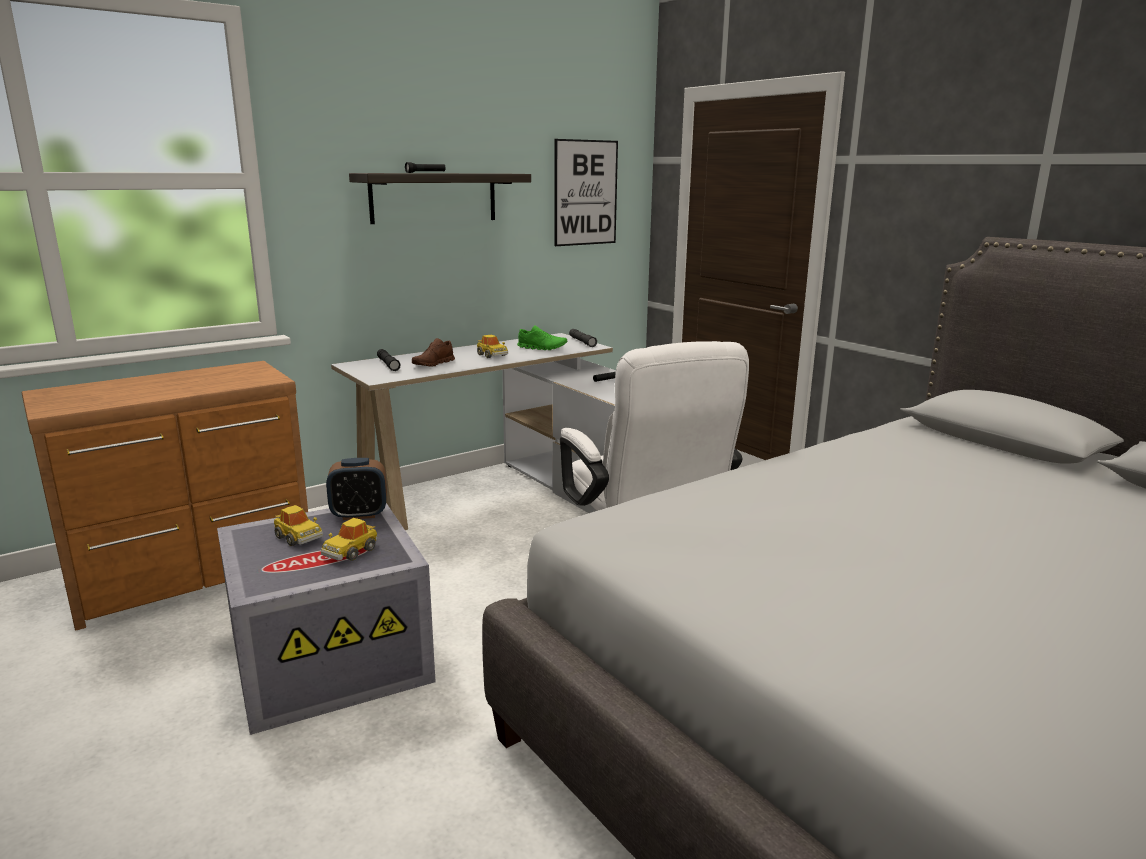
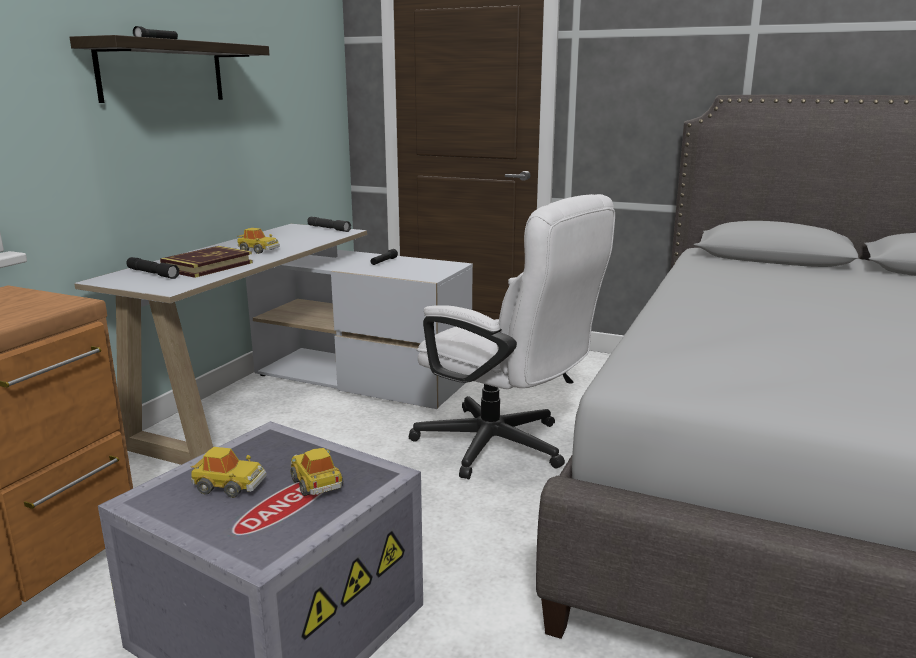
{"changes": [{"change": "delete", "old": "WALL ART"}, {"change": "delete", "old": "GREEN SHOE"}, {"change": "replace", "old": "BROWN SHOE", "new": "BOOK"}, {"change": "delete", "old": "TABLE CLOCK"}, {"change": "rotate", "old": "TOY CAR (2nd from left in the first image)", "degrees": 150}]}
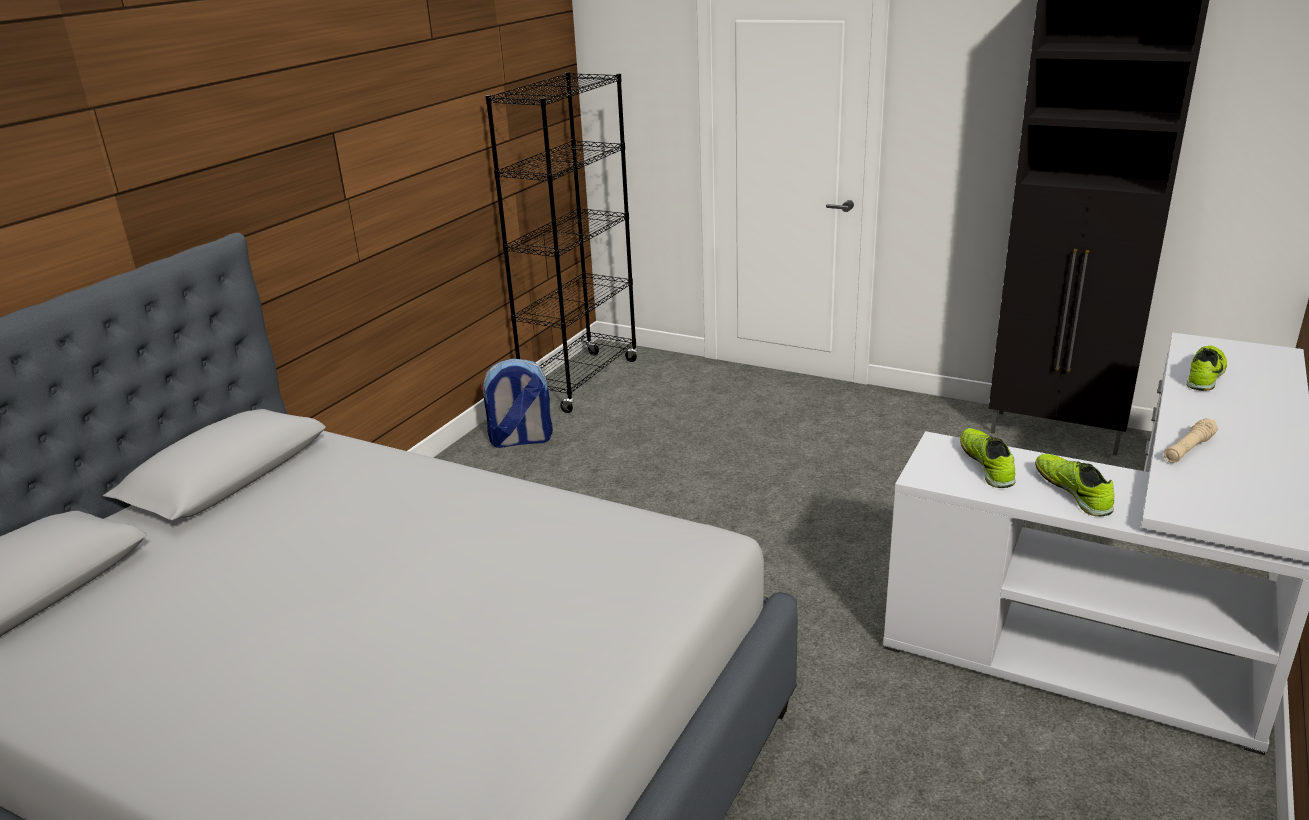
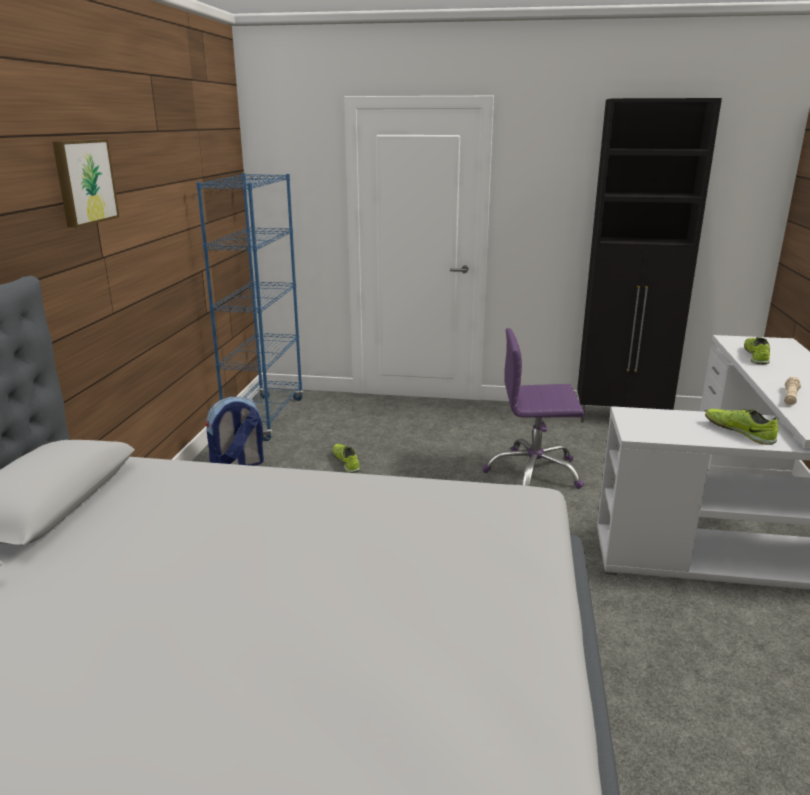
{"changes": [{"change": "recolor", "old": "BLACKISH SHELVING UNIT", "new": "BLUISH SHELVING UNIT"}, {"change": "move", "old": "SHOE (1st from left)"}, {"change": "insert", "new": "WALL ART"}, {"change": "insert", "new": "PURPLISH OFFICE CHAIR"}]}
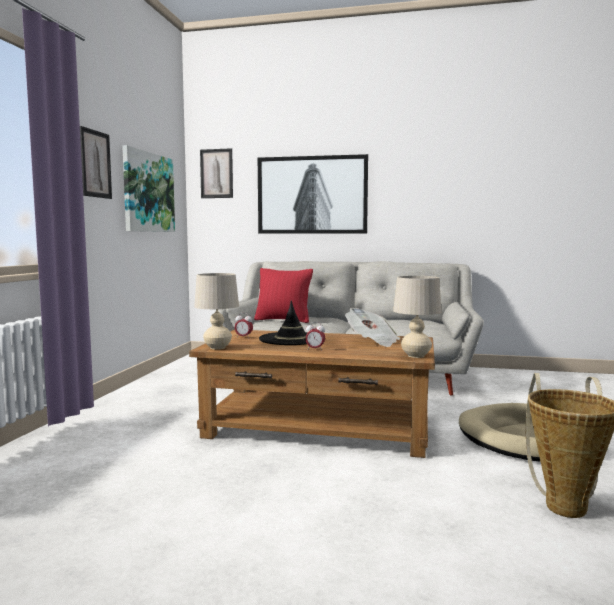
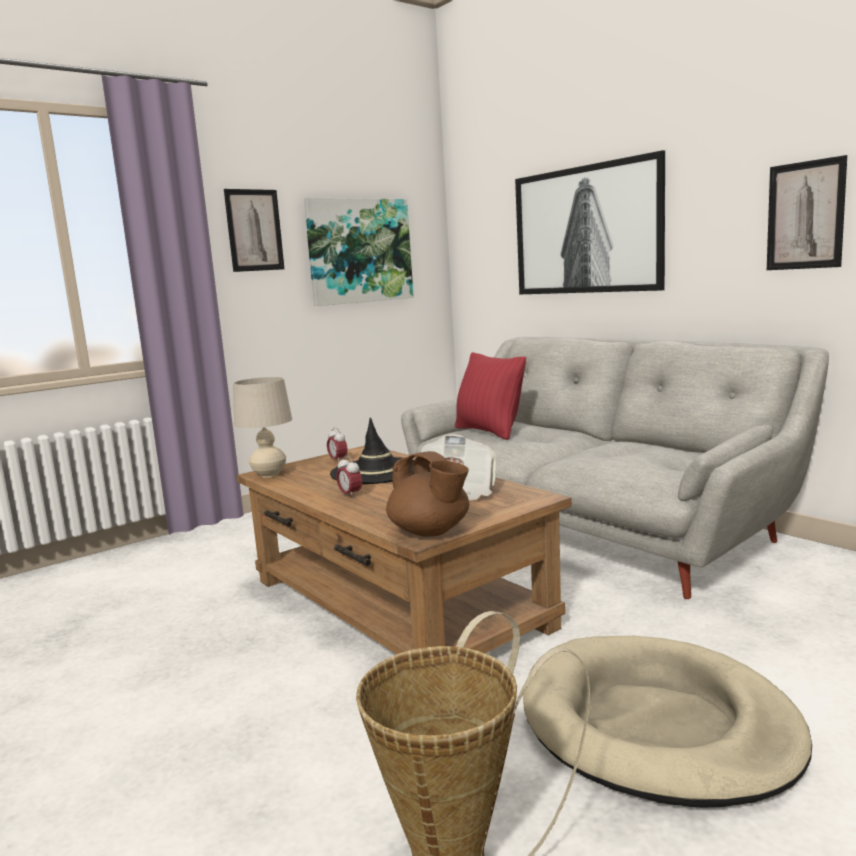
{"changes": [{"change": "move", "old": "WALL ART (3rd from left in the first image)", "new": "WALL ART (4th from left)"}, {"change": "replace", "old": "BEIGE LAMP FOR A TABLE (2nd from left)", "new": "BROWN POT FOR TEA"}]}
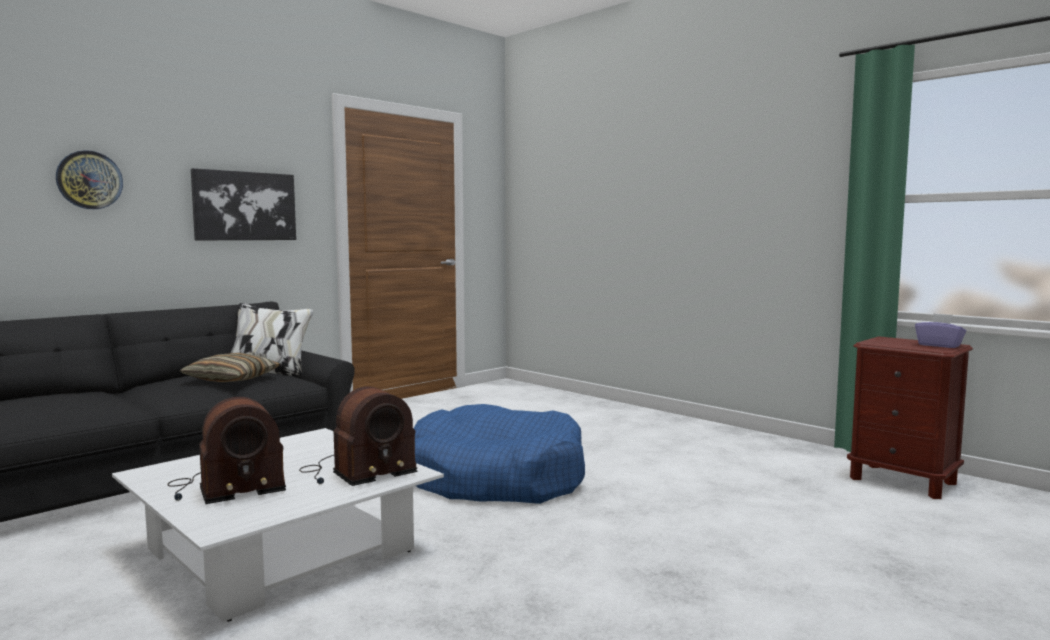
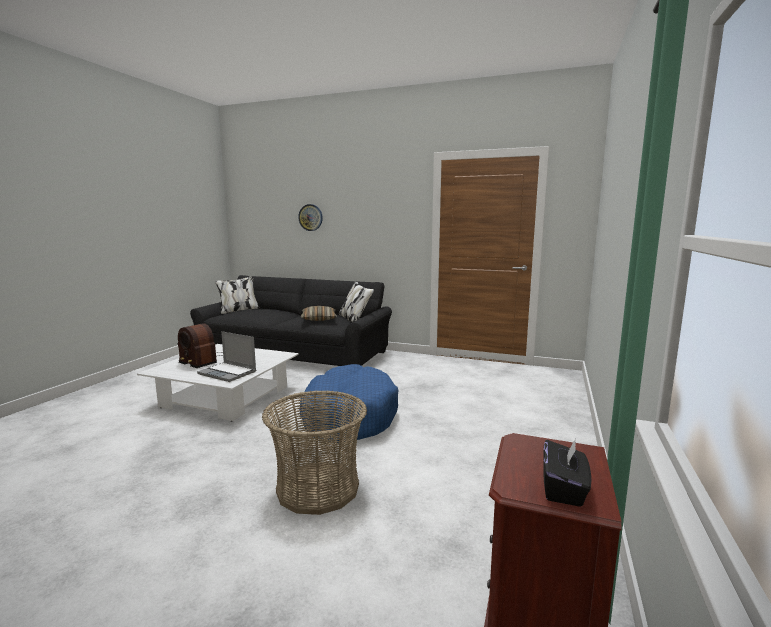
{"changes": [{"change": "delete", "old": "WALL ART"}, {"change": "recolor", "old": "PURPLISH TISSUE HOLDER", "new": "BLACKISH TISSUE HOLDER"}, {"change": "replace", "old": "RADIO (2nd from left)", "new": "LAPTOP"}, {"change": "insert", "new": "HOUSEHOLD BASKET"}]}
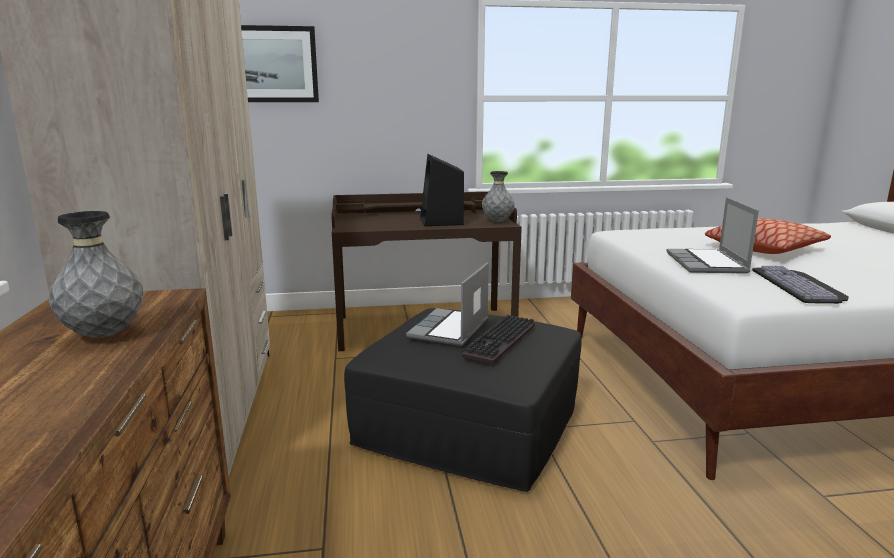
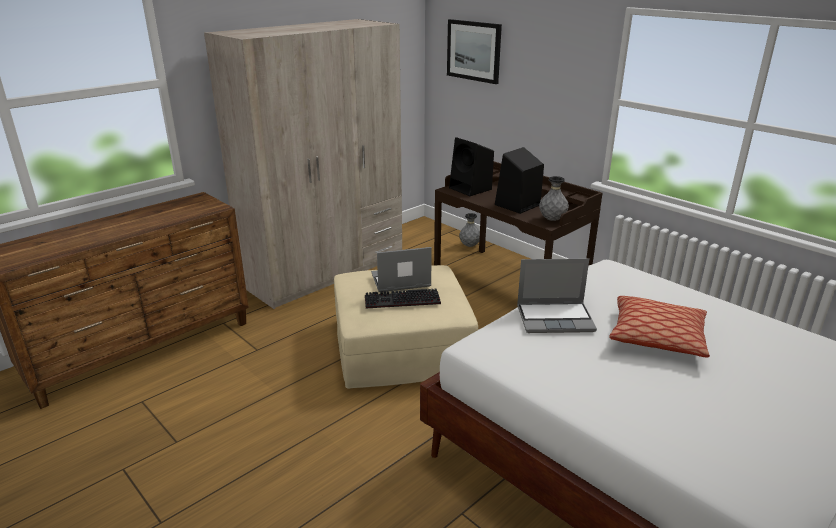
{"changes": [{"change": "rotate", "old": "LAPTOP (2nd from left)", "degrees": -150}, {"change": "move", "old": "GREYISH VASE (1st from left)"}, {"change": "delete", "old": "KEYBOARD (2nd from left)"}, {"change": "recolor", "old": "BLACKISH POUFFE", "new": "BEIGE POUFFE"}, {"change": "insert", "new": "BLACKISH AUDIO SPEAKER (1st from left)"}]}
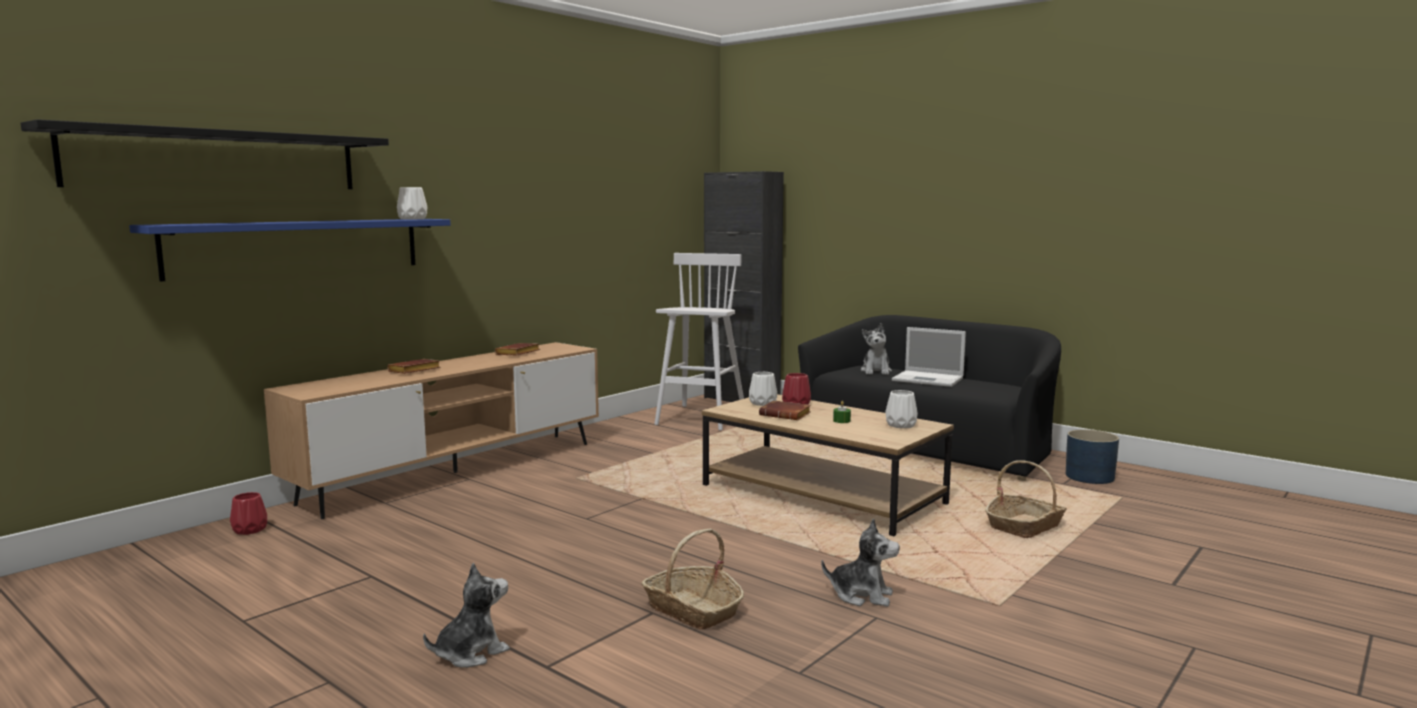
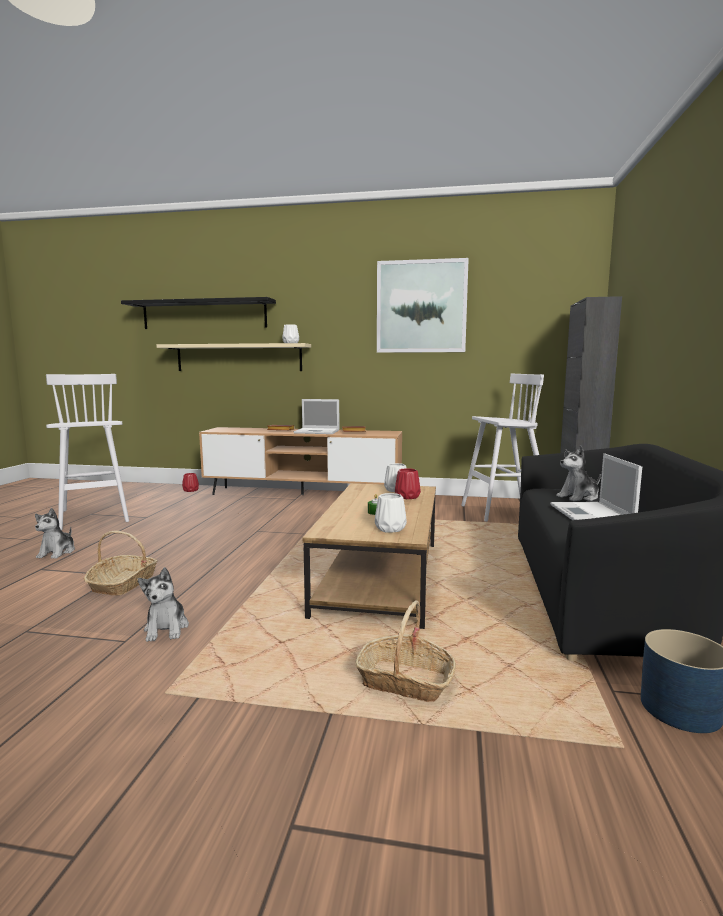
{"changes": [{"change": "recolor", "old": "BLUISH BRACKET SHELF", "new": "BEIGE BRACKET SHELF"}, {"change": "delete", "old": "BROWN BOOK (3rd from left)"}, {"change": "rotate", "old": "SOFT TOY (1st from left)", "degrees": 75}, {"change": "insert", "new": "WALL ART"}, {"change": "insert", "new": "WHITE-COLOURED SITTING STOOL (1st from left)"}, {"change": "insert", "new": "LAPTOP (1st from left)"}]}
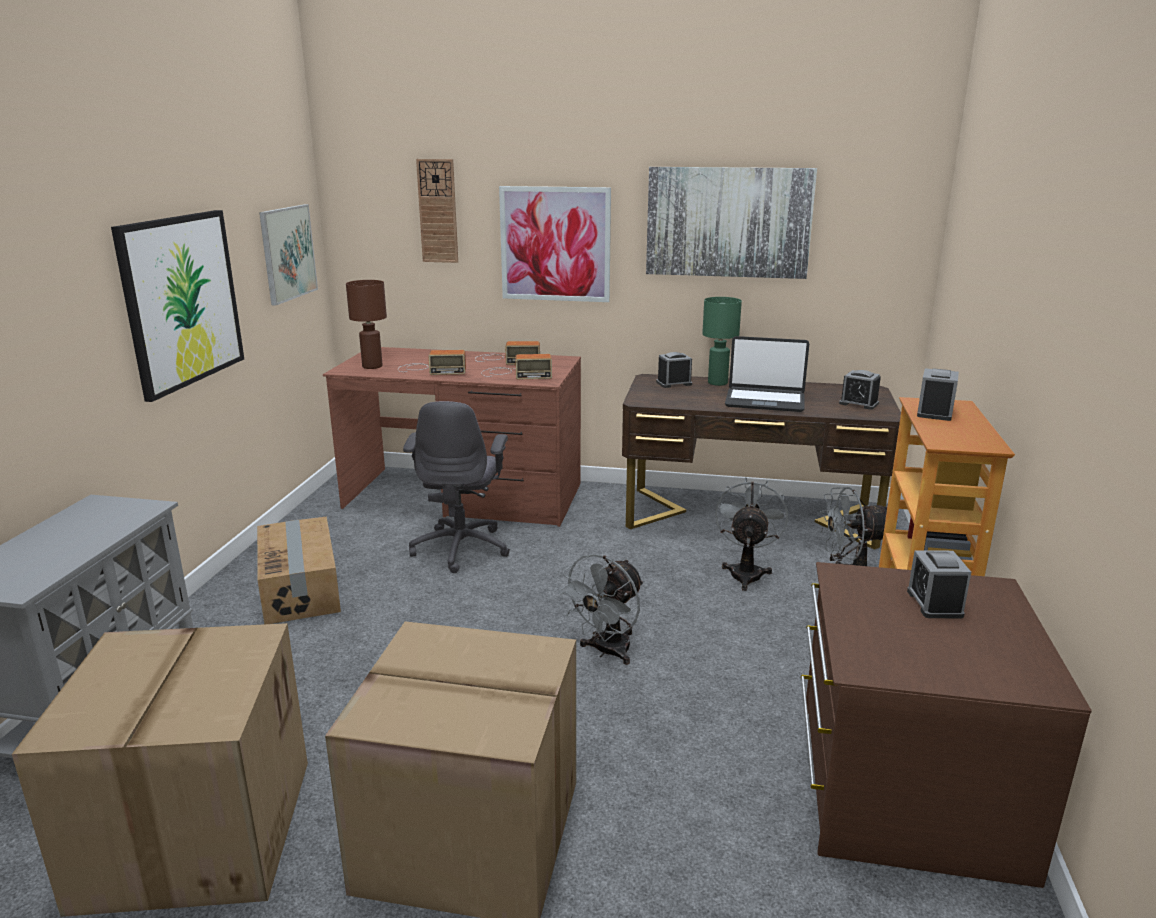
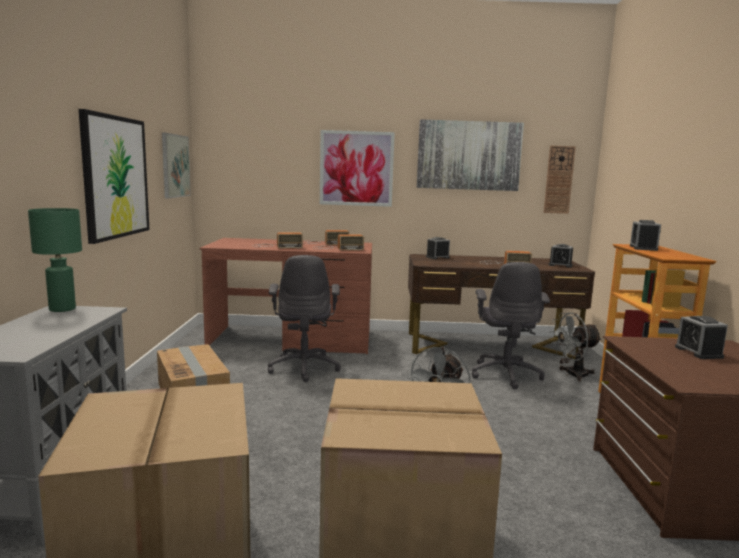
{"changes": [{"change": "move", "old": "CLOCK ON THE WALL"}, {"change": "delete", "old": "BROWN LAMP FOR A TABLE"}, {"change": "move", "old": "GREEN LAMP FOR A TABLE"}, {"change": "replace", "old": "LAPTOP", "new": "RADIO (4th from left)"}, {"change": "replace", "old": "GREYISH FAN (2nd from left)", "new": "GREYISH OFFICE CHAIR (2nd from left)"}]}
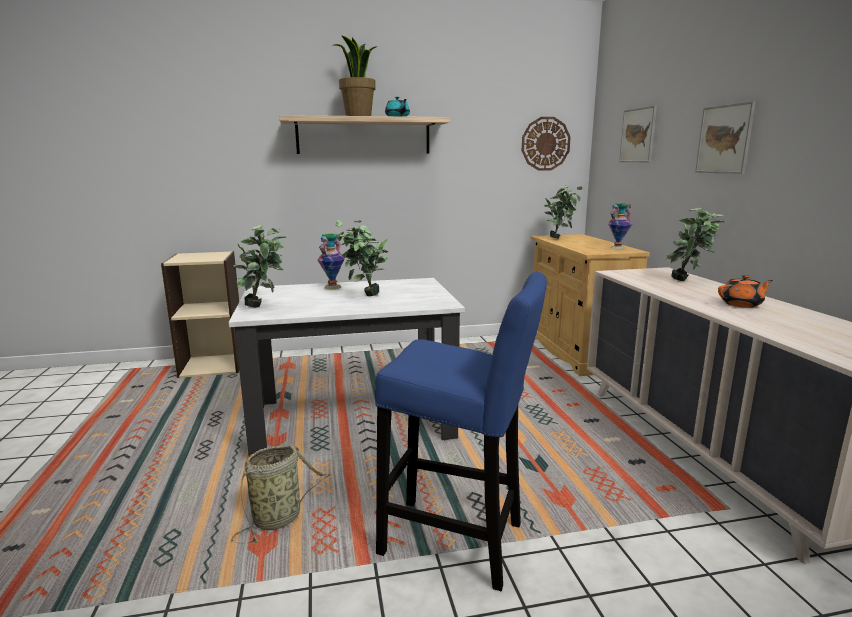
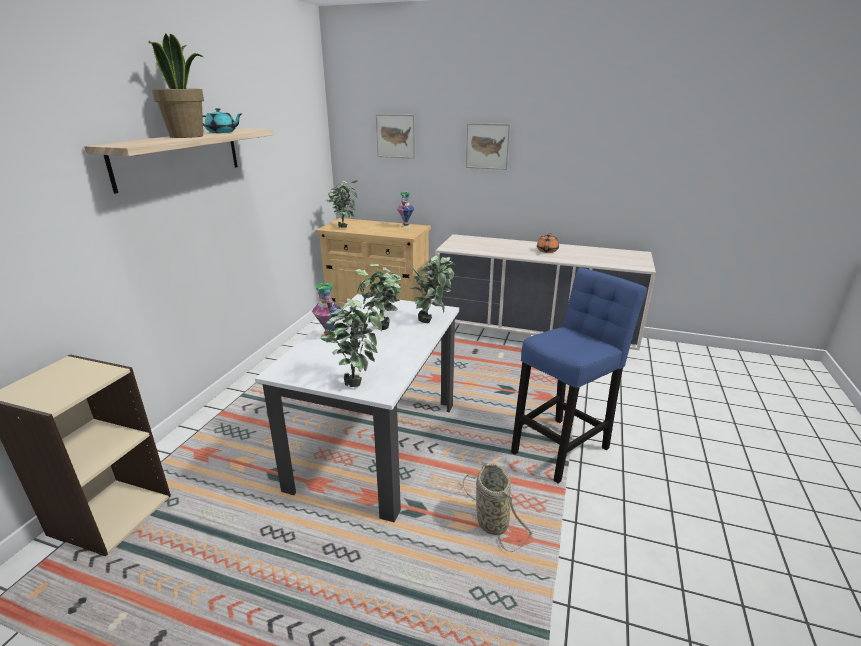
{"changes": [{"change": "delete", "old": "CLOCK ON THE WALL"}, {"change": "move", "old": "HOUSEPLANT (5th from left)"}]}
